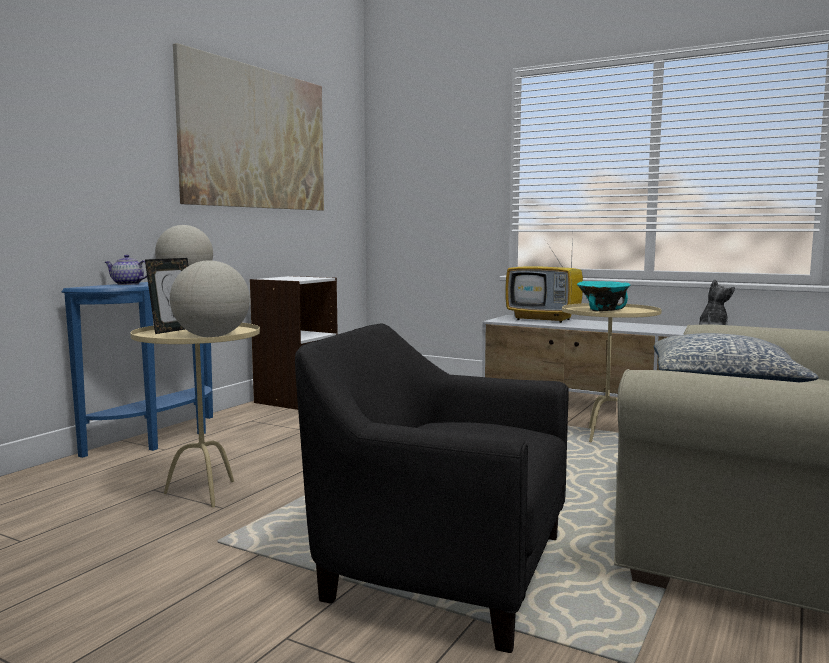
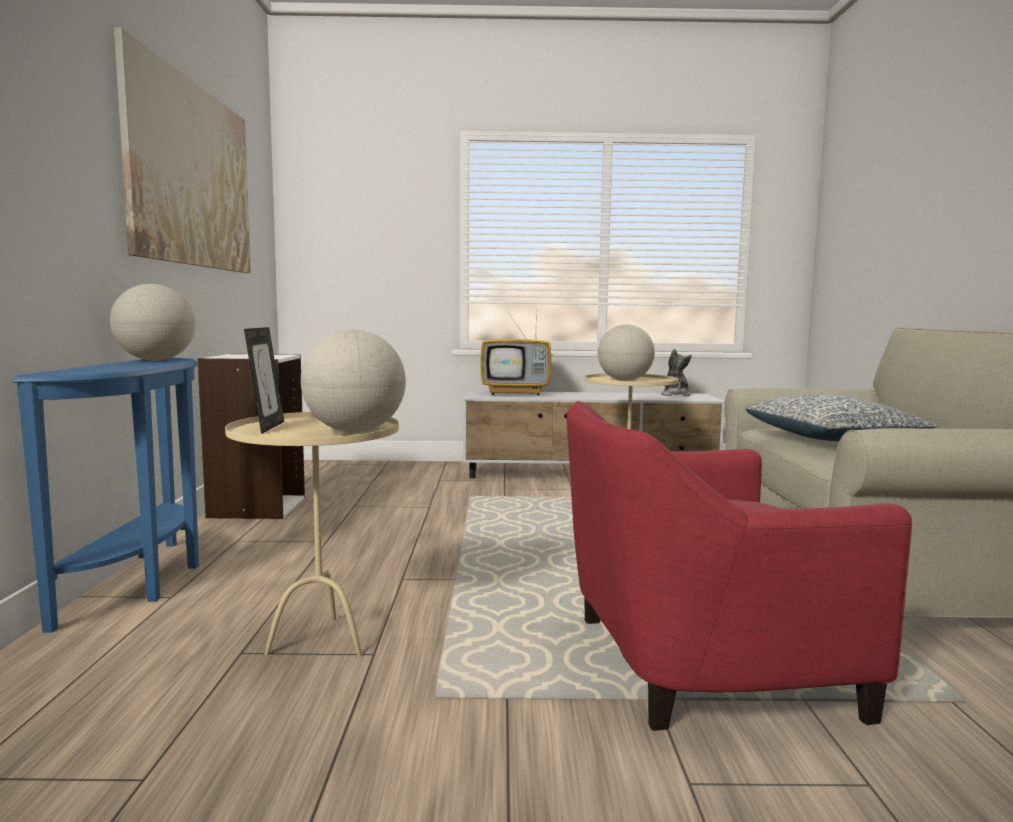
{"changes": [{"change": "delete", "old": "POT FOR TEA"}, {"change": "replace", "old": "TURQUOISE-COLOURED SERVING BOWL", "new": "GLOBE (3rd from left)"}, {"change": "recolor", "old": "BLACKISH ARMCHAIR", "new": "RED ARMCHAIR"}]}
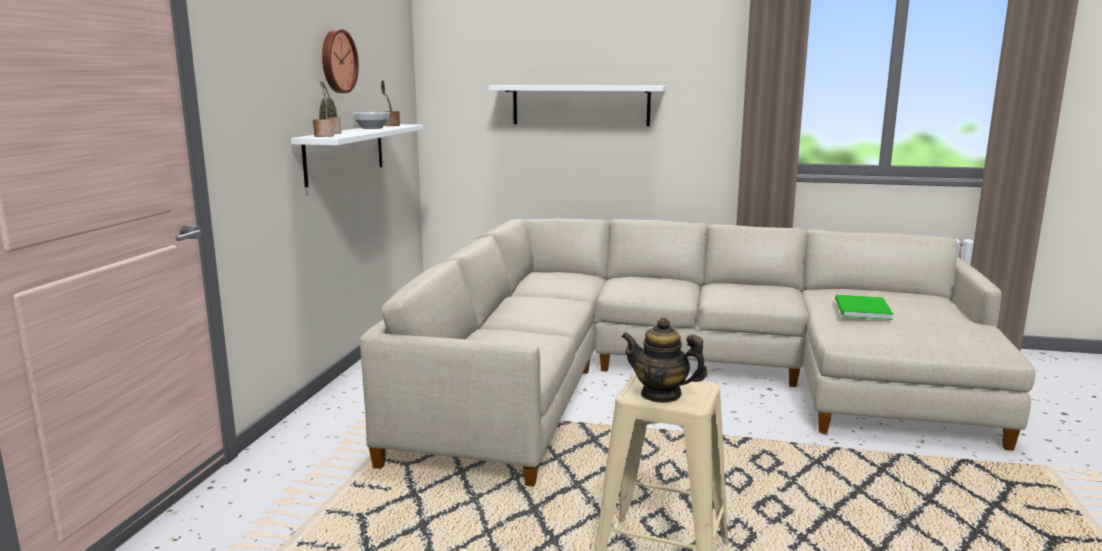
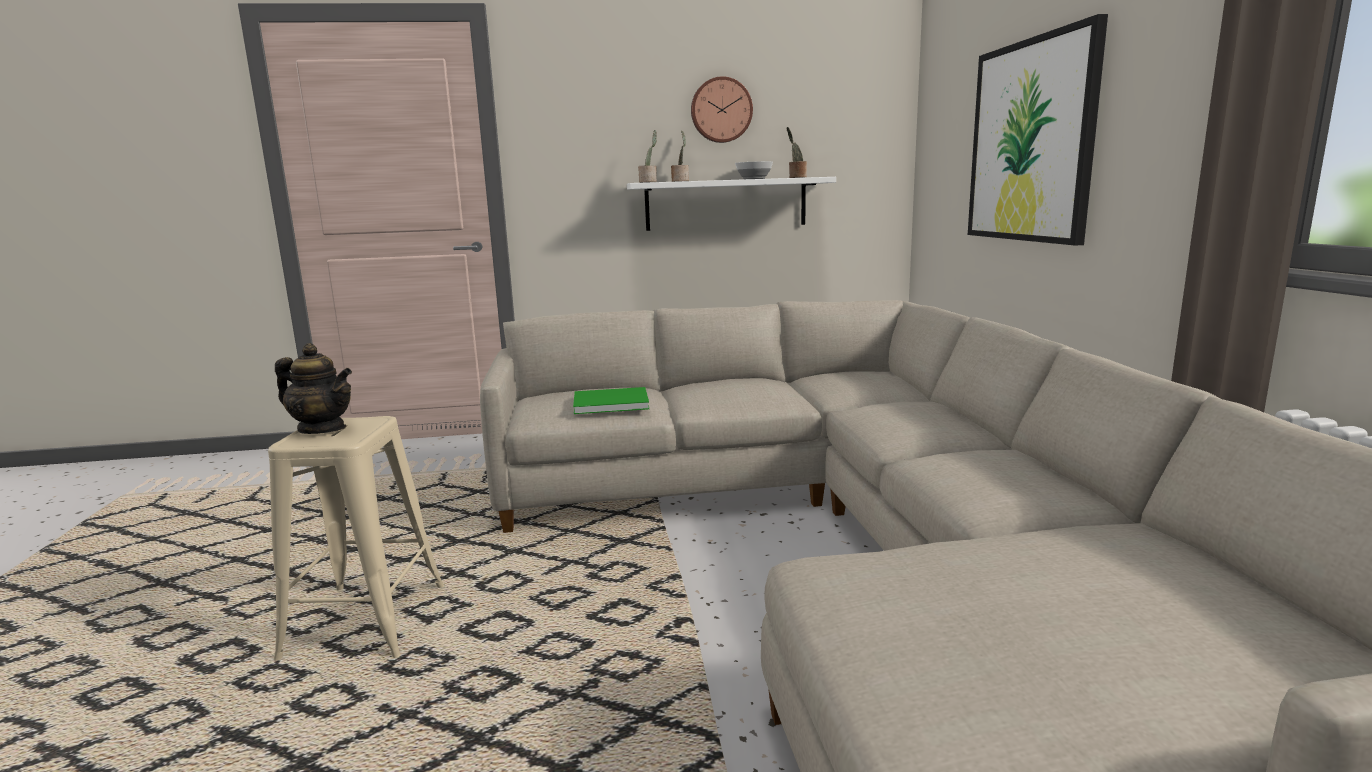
{"changes": [{"change": "replace", "old": "WHITE-COLOURED BRACKET SHELF (2nd from left)", "new": "WALL ART"}, {"change": "move", "old": "GREEN BOOK"}, {"change": "rotate", "old": "POT FOR TEA", "degrees": 105}]}
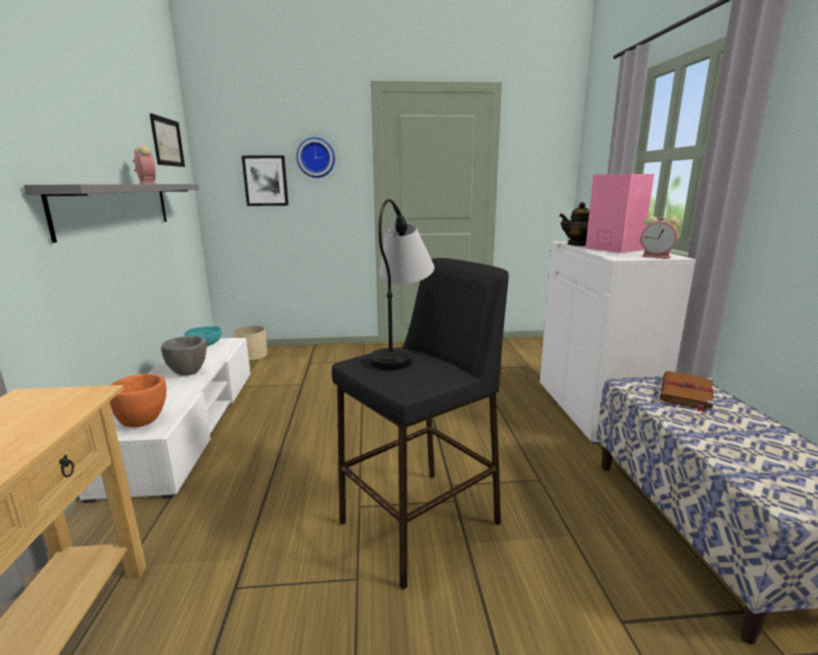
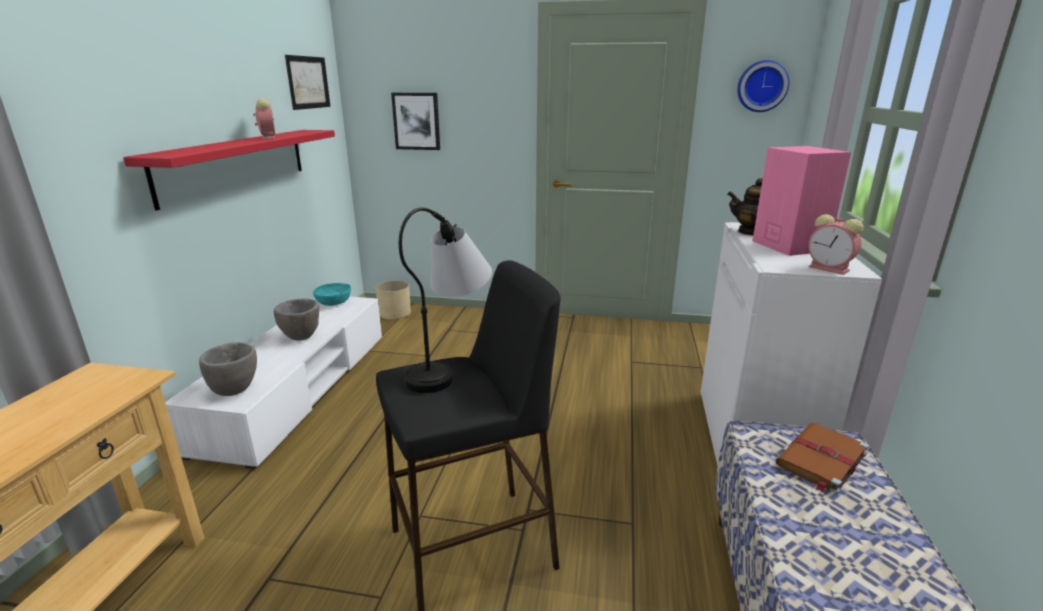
{"changes": [{"change": "move", "old": "CLOCK ON THE WALL"}, {"change": "recolor", "old": "GREYISH BRACKET SHELF", "new": "RED BRACKET SHELF"}, {"change": "recolor", "old": "ORANGE SERVING BOWL", "new": "GREYISH SERVING BOWL (1st from left)"}]}
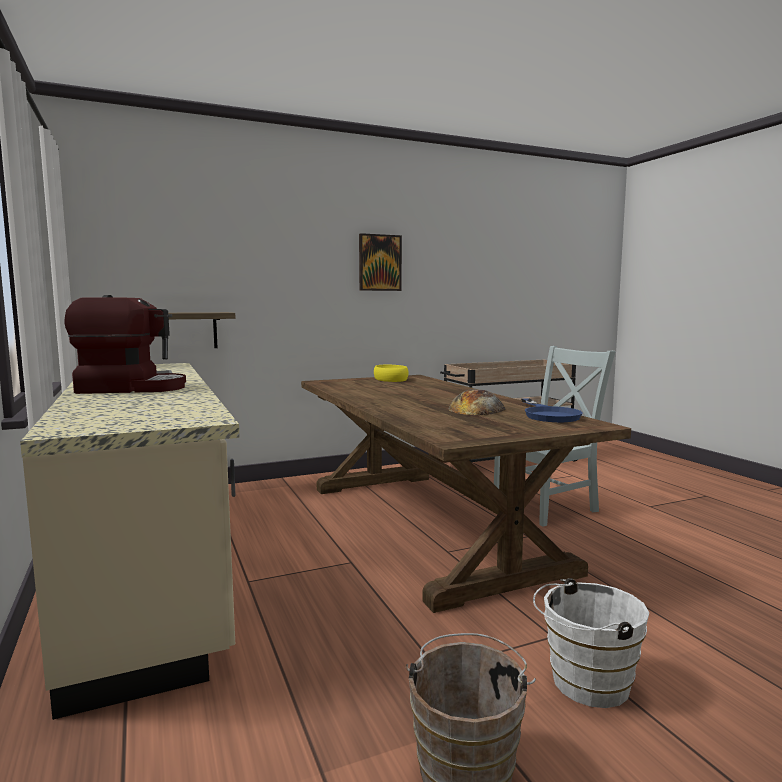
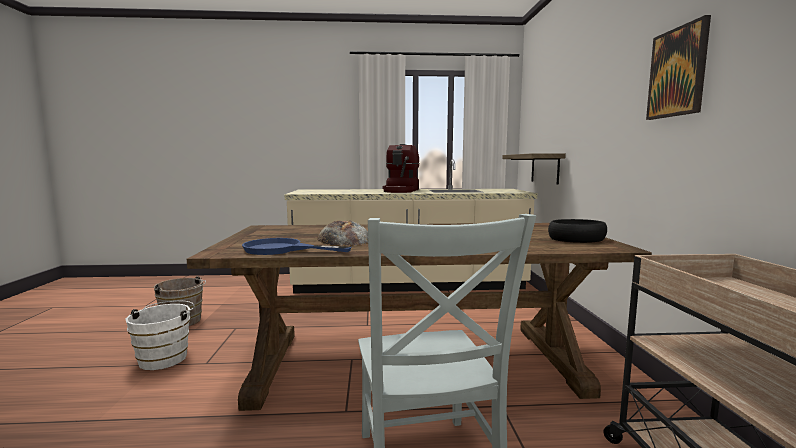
{"changes": [{"change": "recolor", "old": "YELLOW SERVING BOWL", "new": "BLACKISH SERVING BOWL"}]}
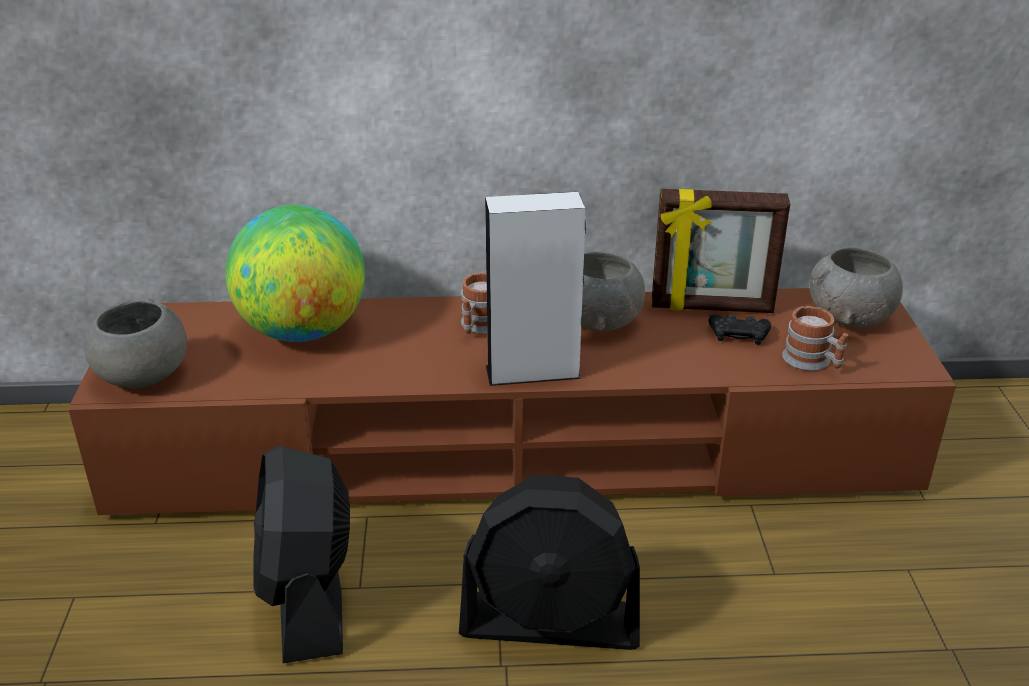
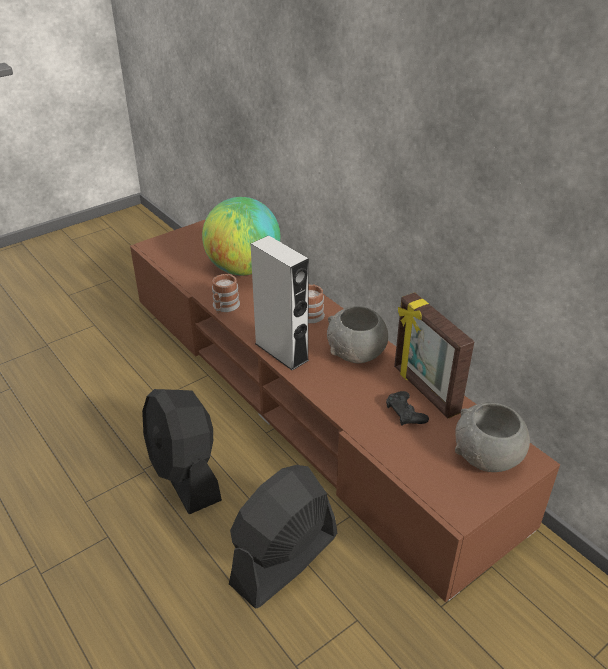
{"changes": [{"change": "delete", "old": "GREYISH SERVING BOWL (1st from left)"}, {"change": "move", "old": "TEA MUG (2nd from left in the first image)", "new": "TEA MUG (1st from left)"}, {"change": "move", "old": "BLACKISH FAN (1st from left in the first image)", "new": "BLACKISH FAN (2nd from left)"}]}
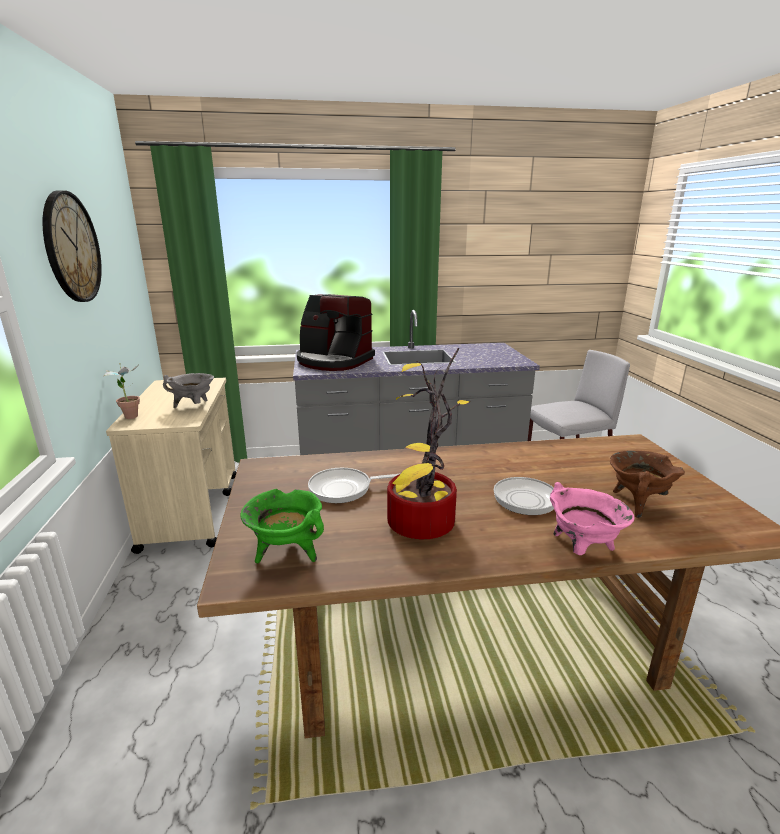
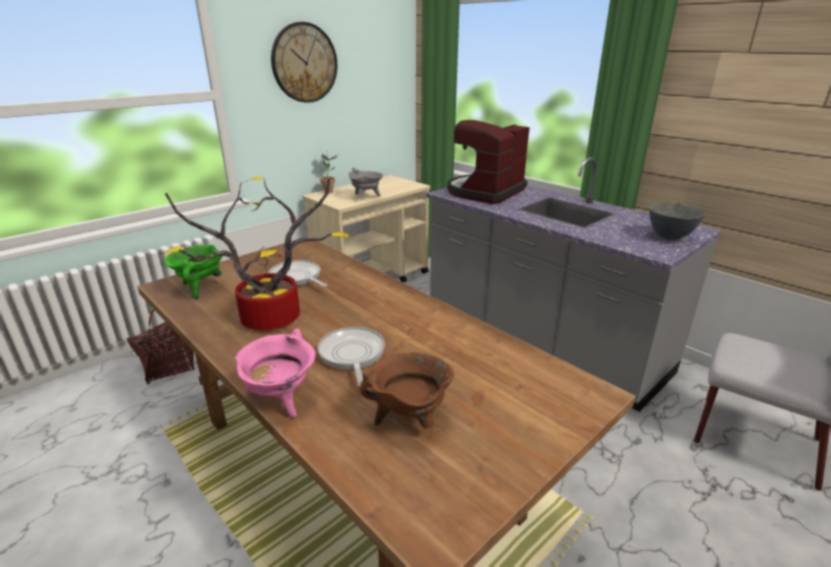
{"changes": [{"change": "rotate", "old": "COFFEE BREWER", "degrees": 45}, {"change": "insert", "new": "GREYISH SERVING BOWL"}, {"change": "insert", "new": "HOUSEHOLD BASKET"}]}
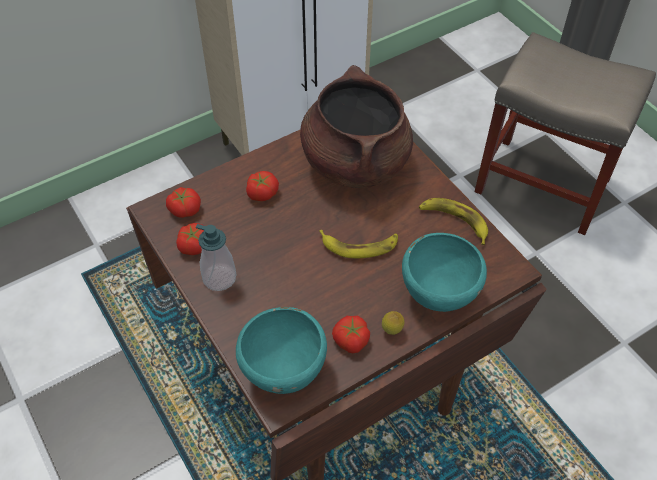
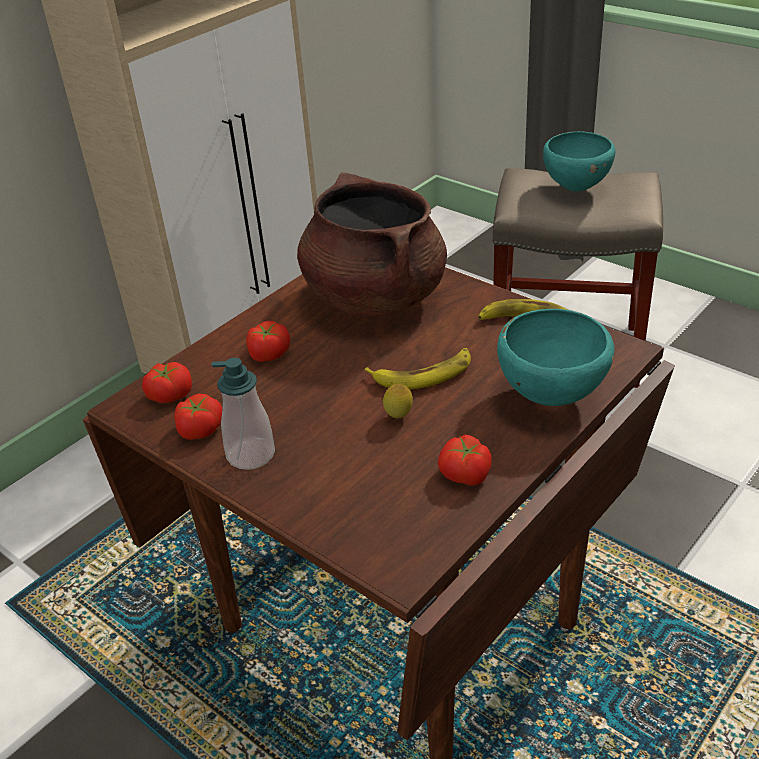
{"changes": [{"change": "move", "old": "TURQUOISE-COLOURED SERVING BOWL (1st from left in the first image)", "new": "TURQUOISE-COLOURED SERVING BOWL (2nd from left)"}, {"change": "move", "old": "WHOLE LEMON"}]}
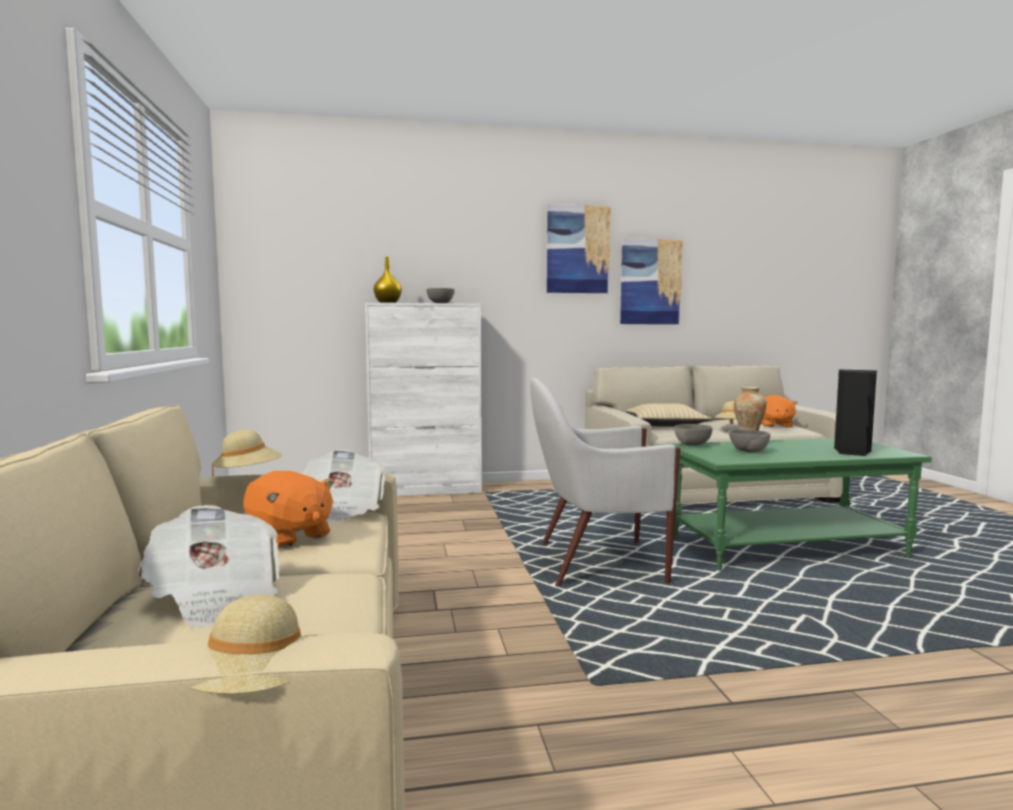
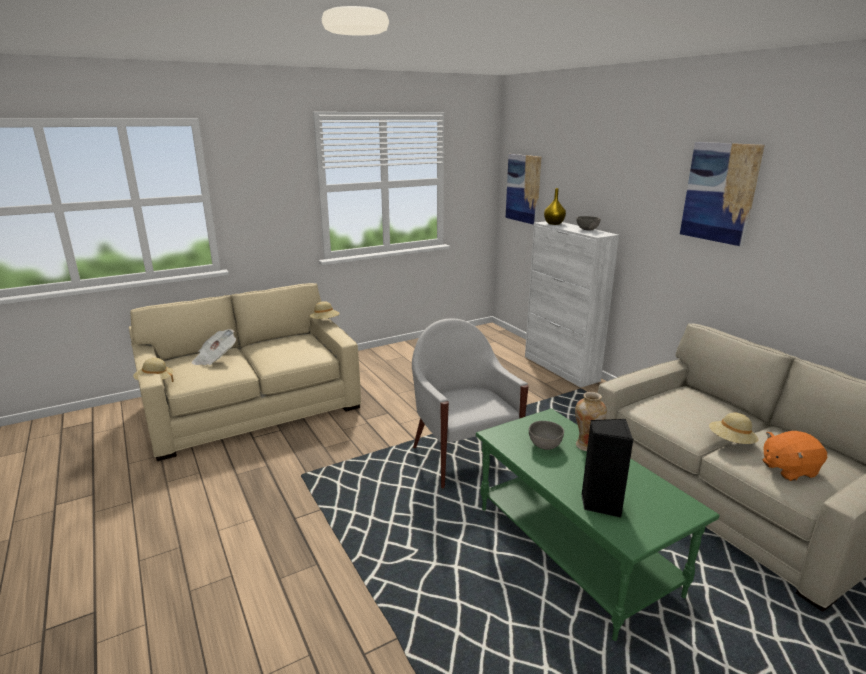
{"changes": [{"change": "move", "old": "WALL ART (2nd from left in the first image)", "new": "WALL ART (1st from left)"}, {"change": "delete", "old": "BEIGE CUSHION"}, {"change": "delete", "old": "GREYISH SERVING BOWL (2nd from left)"}, {"change": "delete", "old": "PRINTED PAPER (2nd from left)"}, {"change": "delete", "old": "ORANGE SOFT TOY (1st from left)"}]}
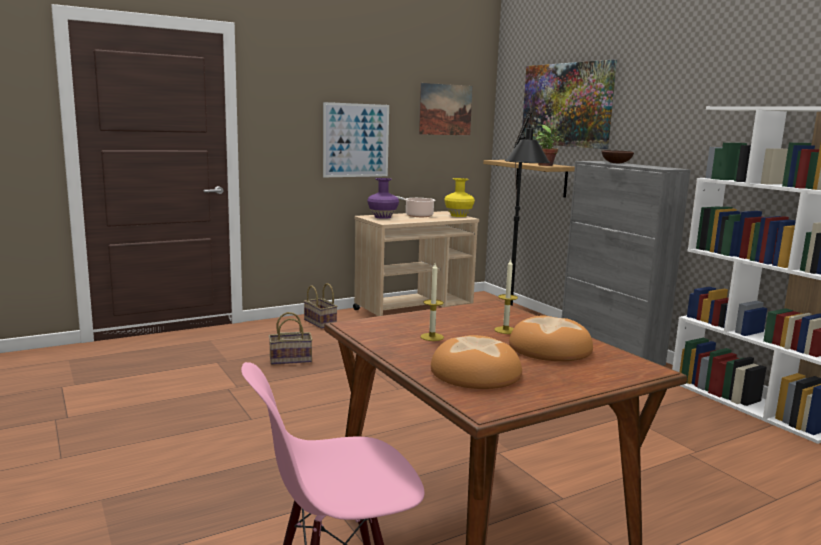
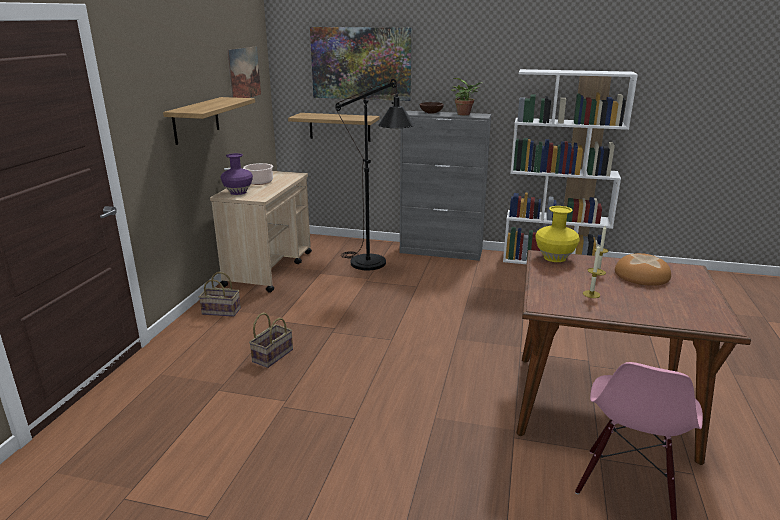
{"changes": [{"change": "replace", "old": "WALL ART (1st from left)", "new": "BRACKET SHELF (1st from left)"}, {"change": "move", "old": "HOUSEPLANT"}, {"change": "move", "old": "YELLOW VASE"}, {"change": "delete", "old": "BAKERY BREAD (1st from left)"}]}
